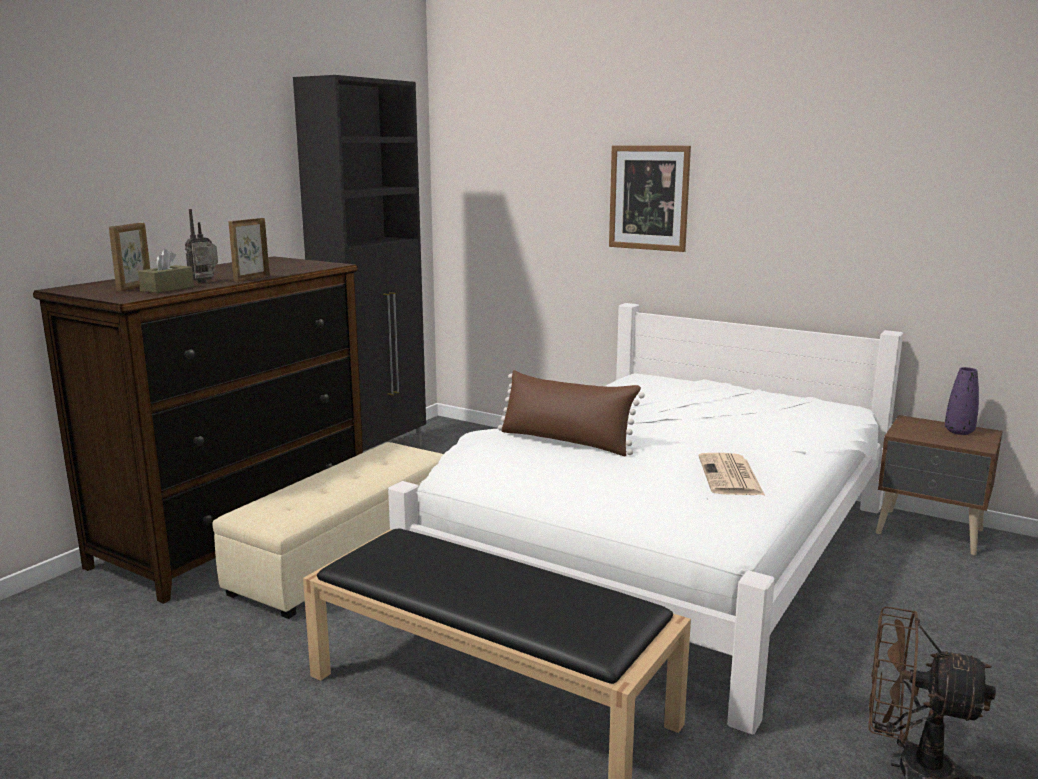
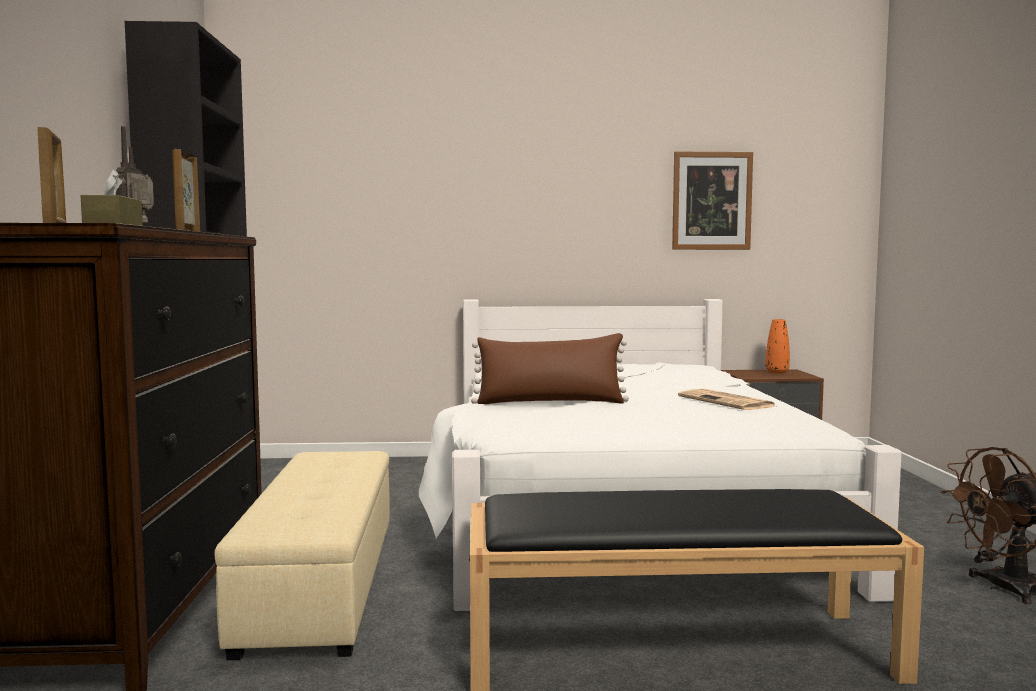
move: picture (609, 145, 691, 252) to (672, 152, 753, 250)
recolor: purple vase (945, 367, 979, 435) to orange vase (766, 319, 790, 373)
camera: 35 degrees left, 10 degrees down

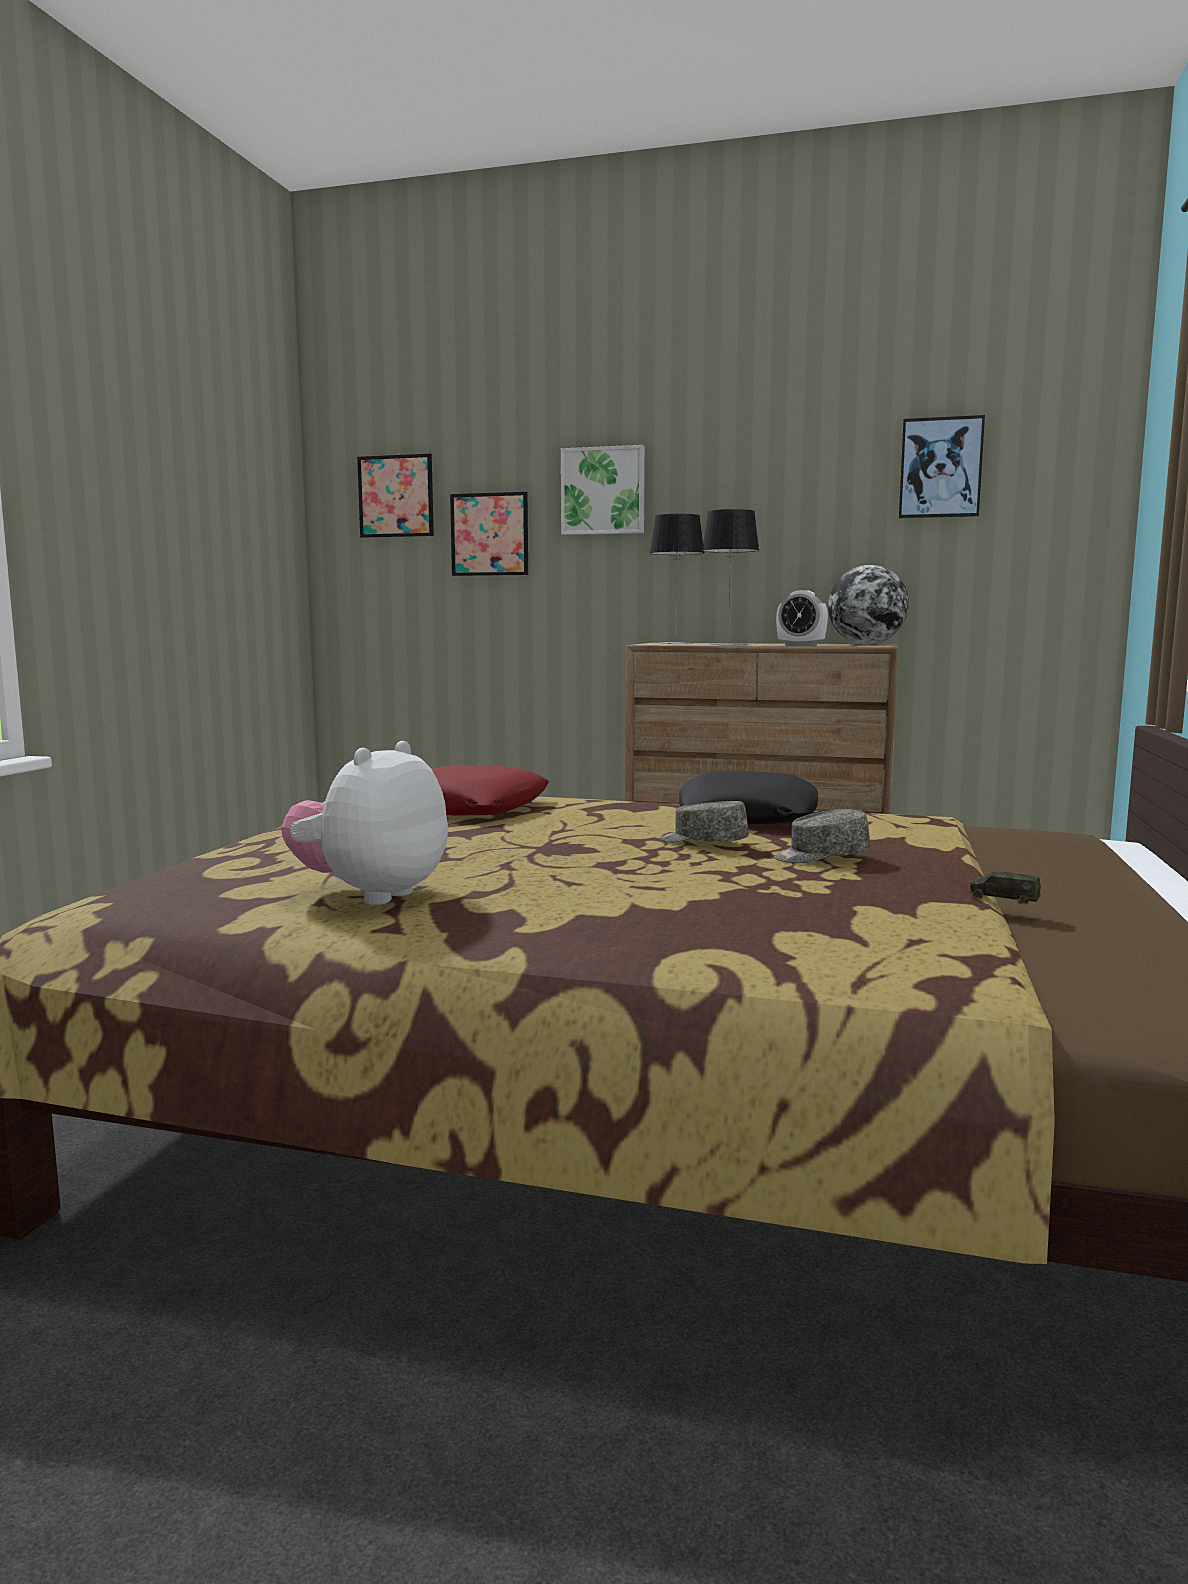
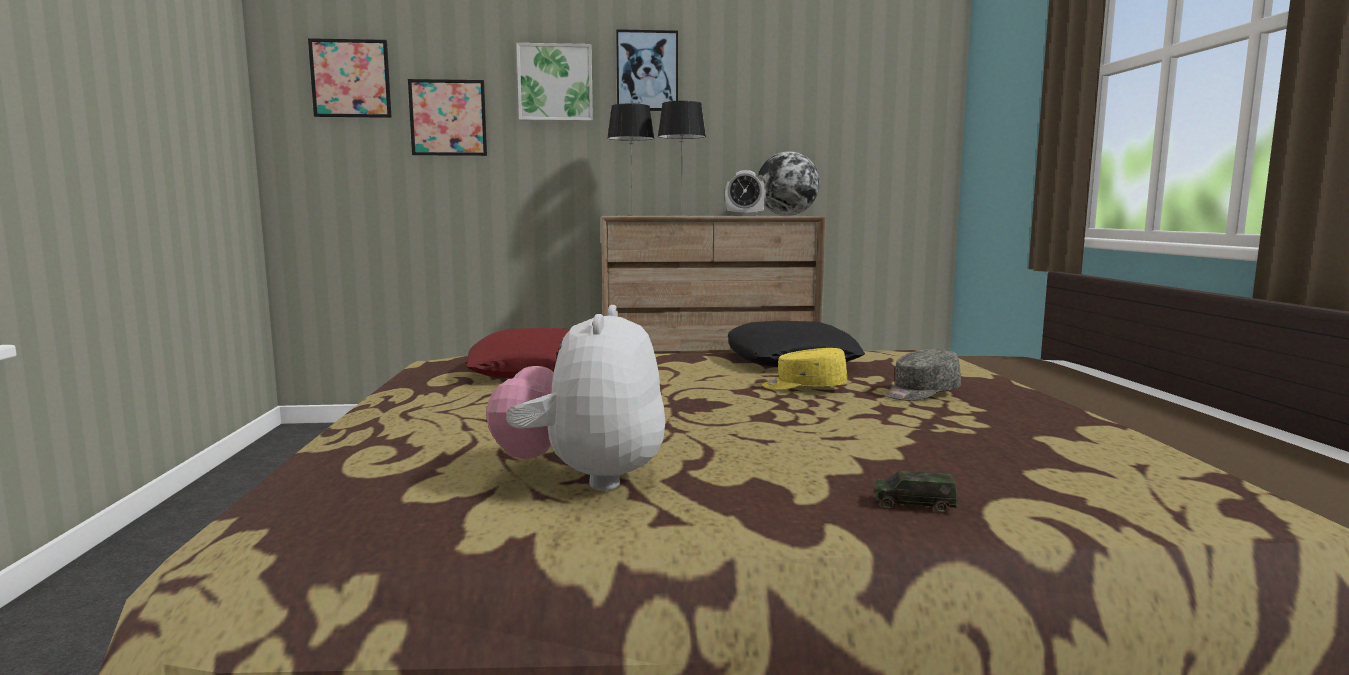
move: picture (899, 415, 985, 518) to (616, 29, 678, 111); toy car (970, 871, 1041, 905) to (875, 471, 958, 512)
recolor: grey cap (660, 801, 749, 843) to yellow cap (762, 348, 847, 390)
camera: 20 degrees left, 0 degrees up

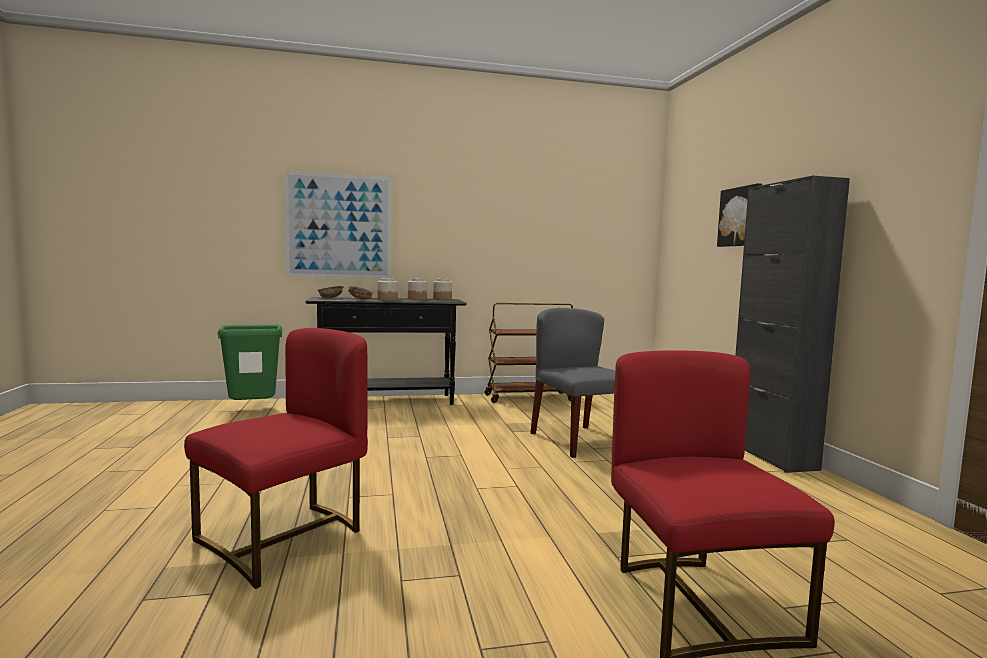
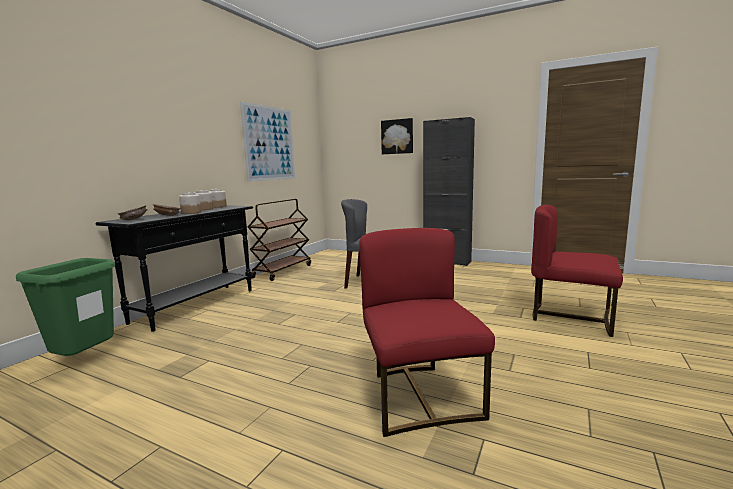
move: picture (284, 171, 391, 279) to (240, 101, 295, 182)
camera: 50 degrees left, 5 degrees up

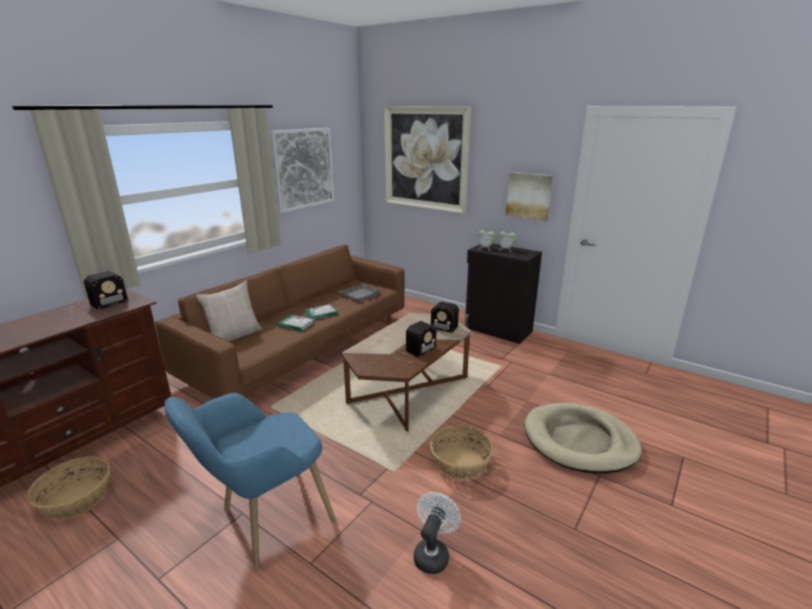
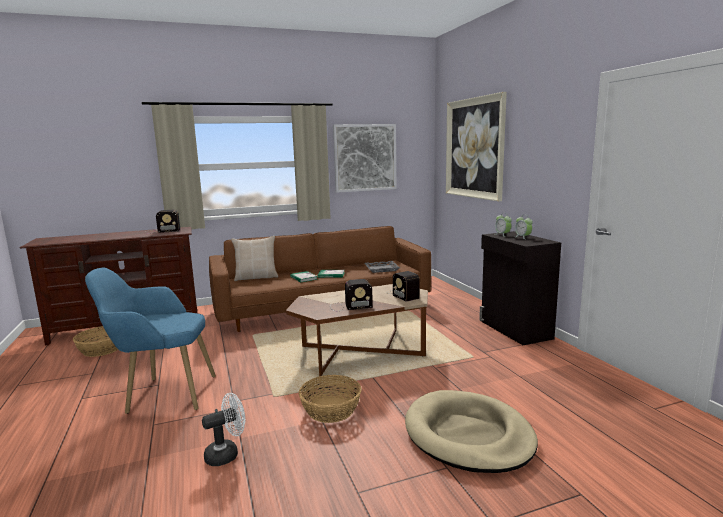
delete: picture (506, 172, 553, 221)
camera: 35 degrees right, 10 degrees down

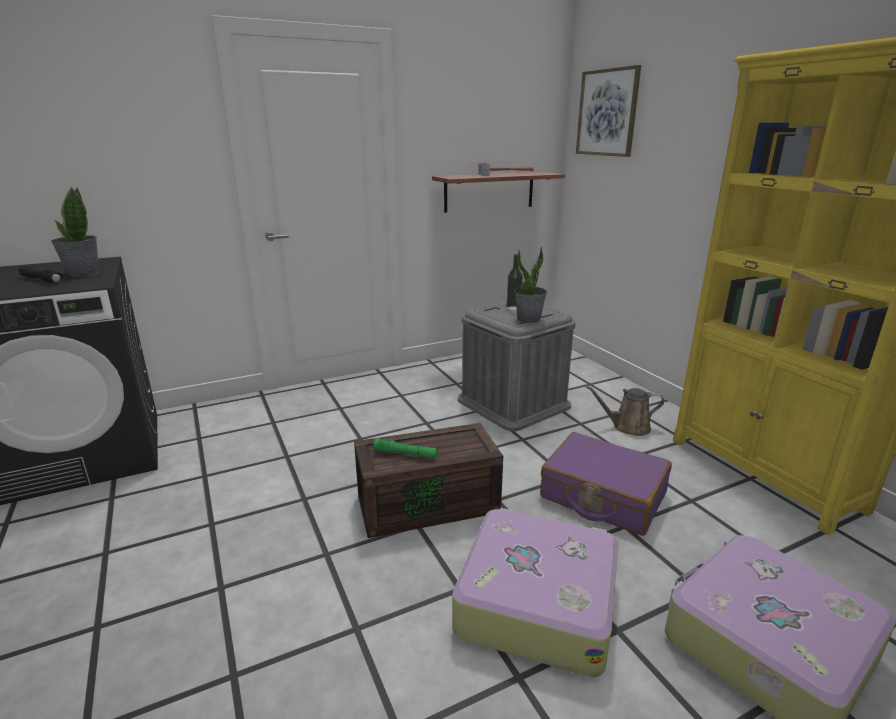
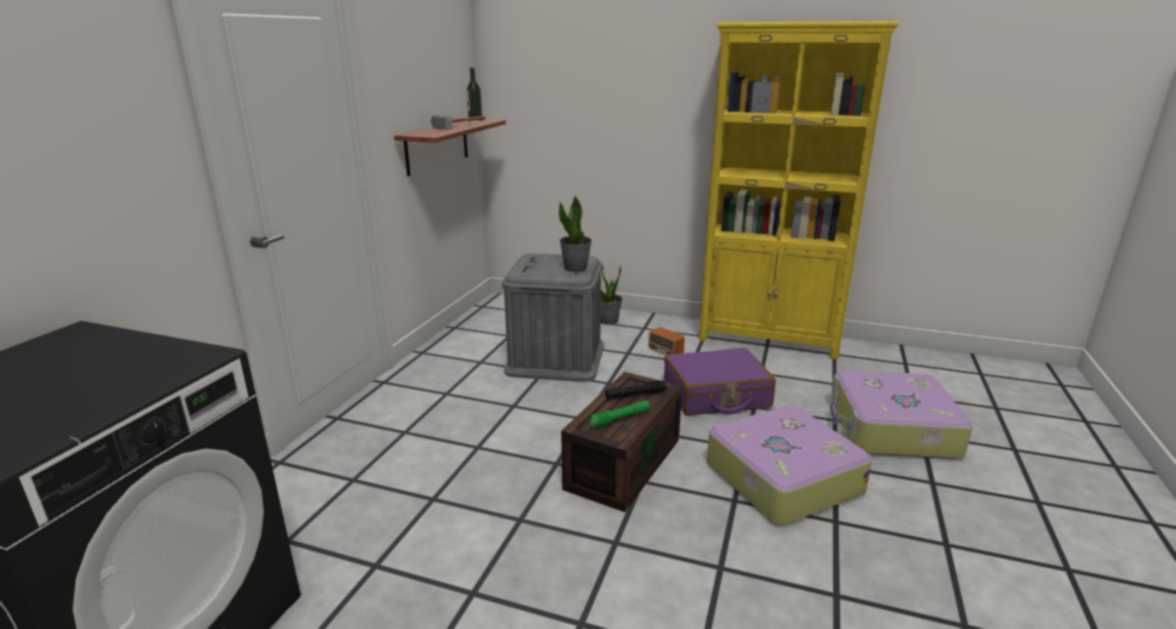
delete: picture (576, 65, 641, 157)
move: black flashlight (19, 266, 63, 284) to (605, 380, 666, 399); potted plant (51, 187, 99, 277) to (601, 265, 622, 325); bottle (506, 254, 523, 311) to (466, 68, 482, 122)
replace: brown watering can (585, 385, 664, 436) to radio (637, 327, 685, 355)
camera: 45 degrees left, 0 degrees up

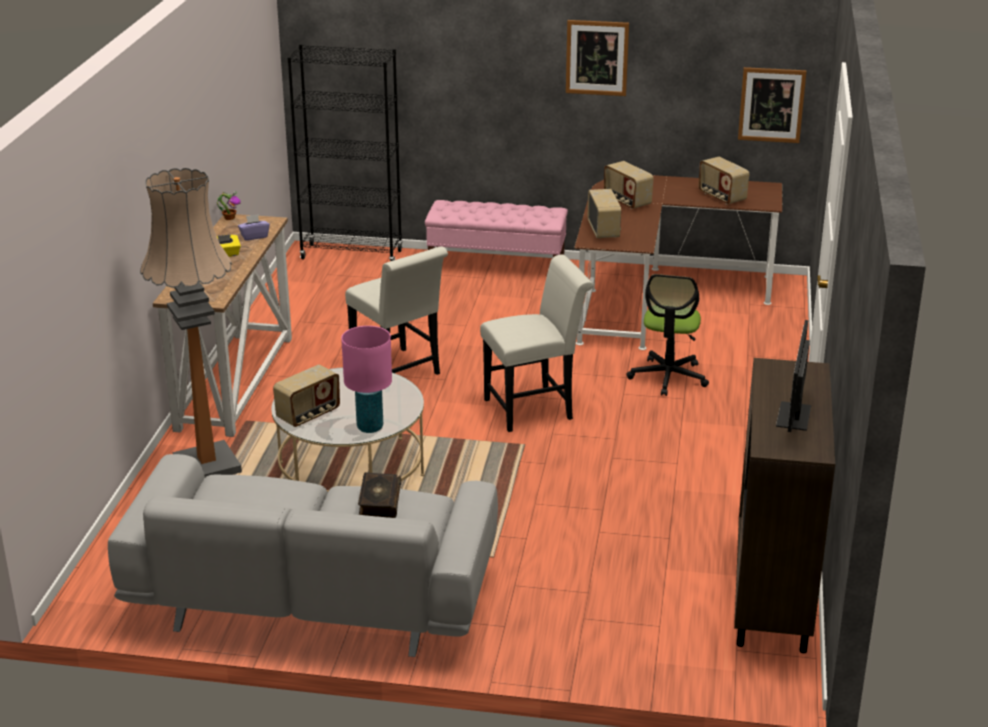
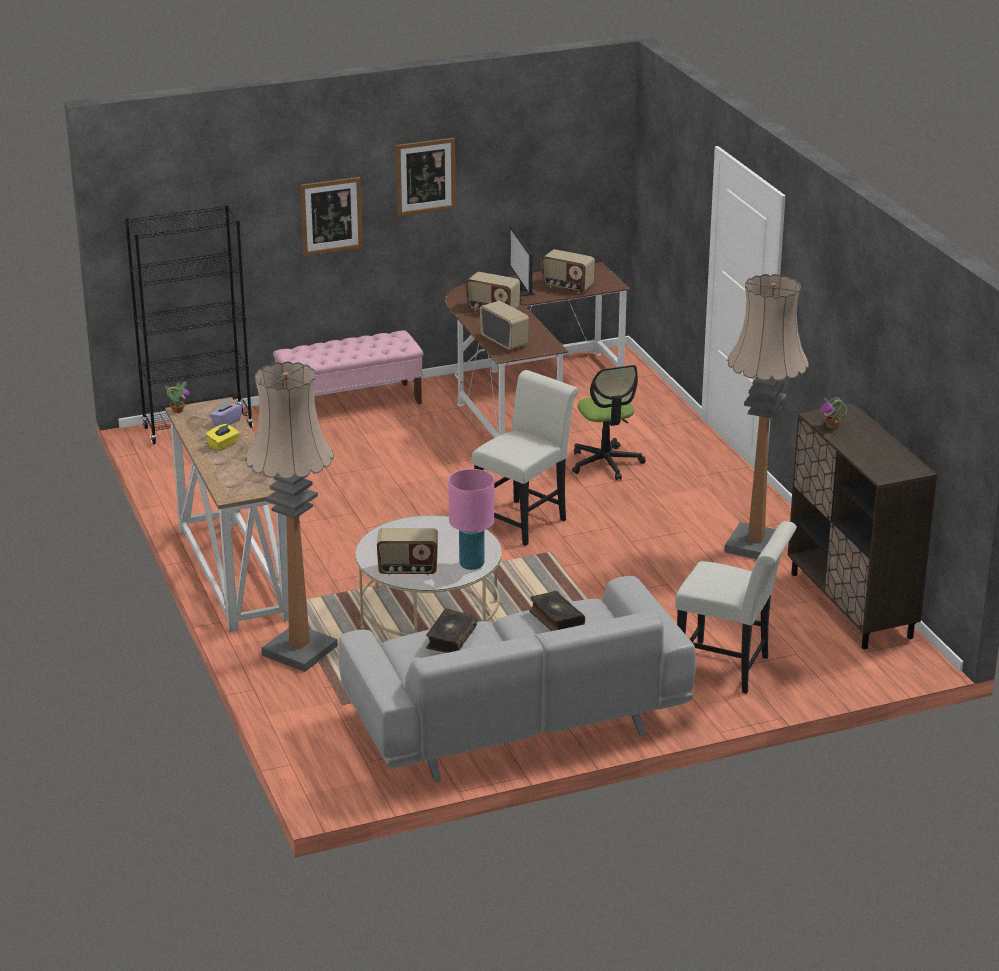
insert: book (426, 609, 477, 653); floor lamp (724, 274, 809, 559); potted plant (820, 397, 847, 429)
move: white chair (345, 246, 448, 375) to (675, 521, 797, 694); picture (738, 67, 807, 143) to (300, 177, 363, 256); monitor (776, 320, 811, 432) to (510, 226, 535, 296)
rotate: radio (273, 365, 340, 427) = (377, 528, 438, 575) 75 degrees clockwise
camera: 30 degrees left, 0 degrees up

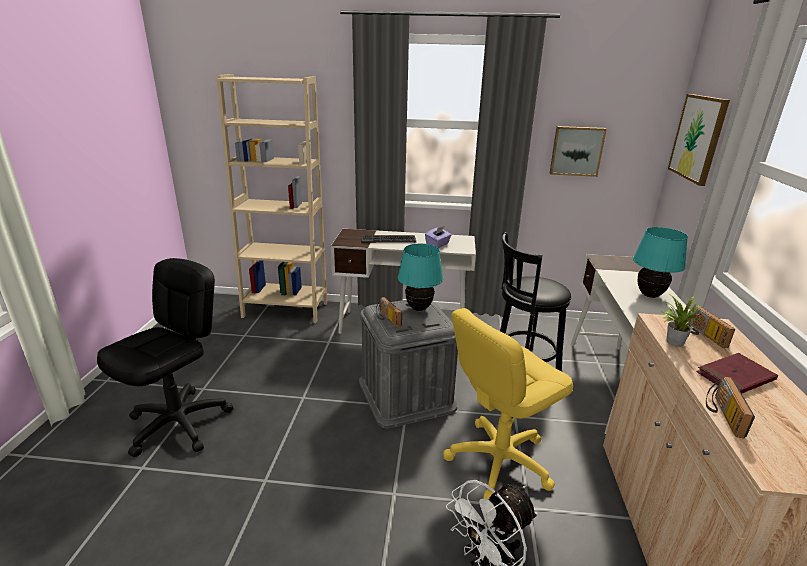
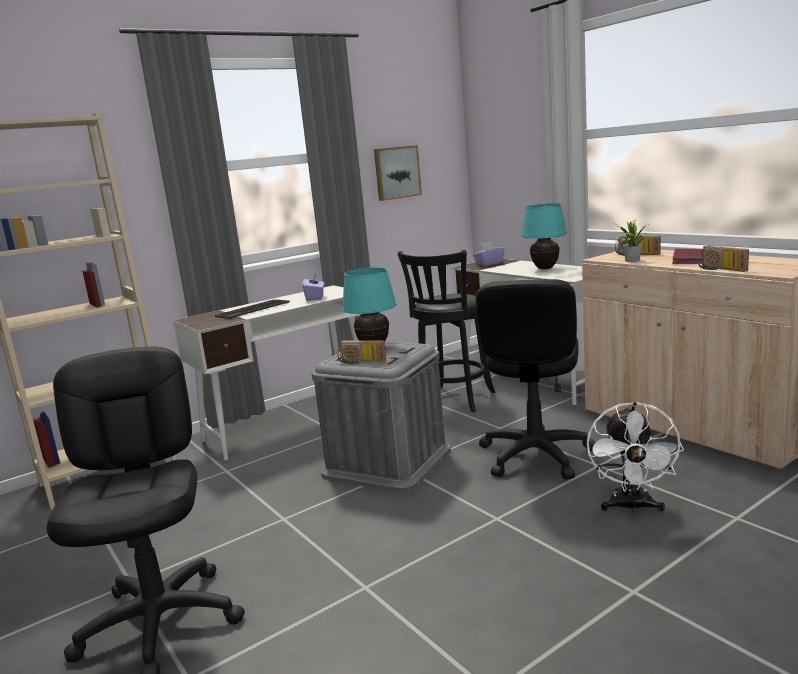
delete: picture (668, 94, 730, 186)
insert: purple tissue box (473, 241, 505, 266)
recolor: yellow office chair (443, 308, 573, 500) to black office chair (476, 279, 596, 480)
camera: 40 degrees left, 10 degrees down

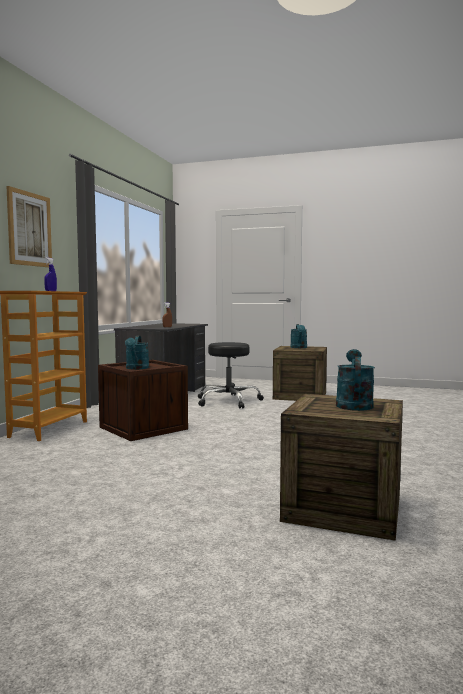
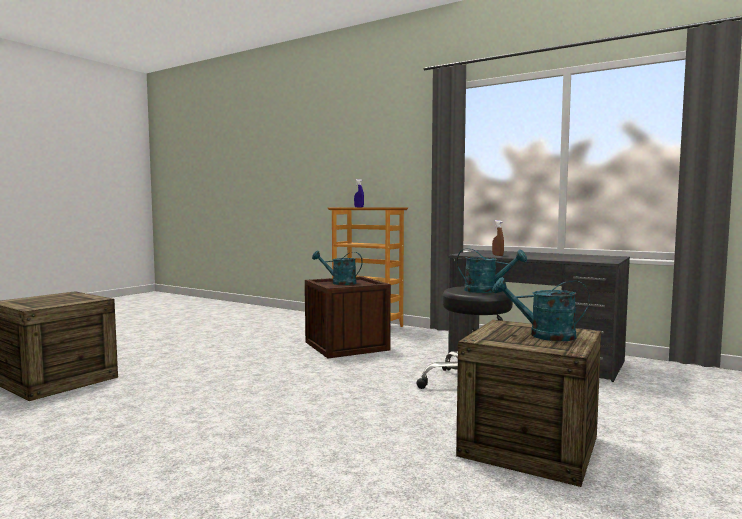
delete: picture (6, 186, 52, 267)
move: turquoise watering can (336, 349, 375, 411) to (457, 248, 527, 293)
camera: 105 degrees right, 0 degrees up

